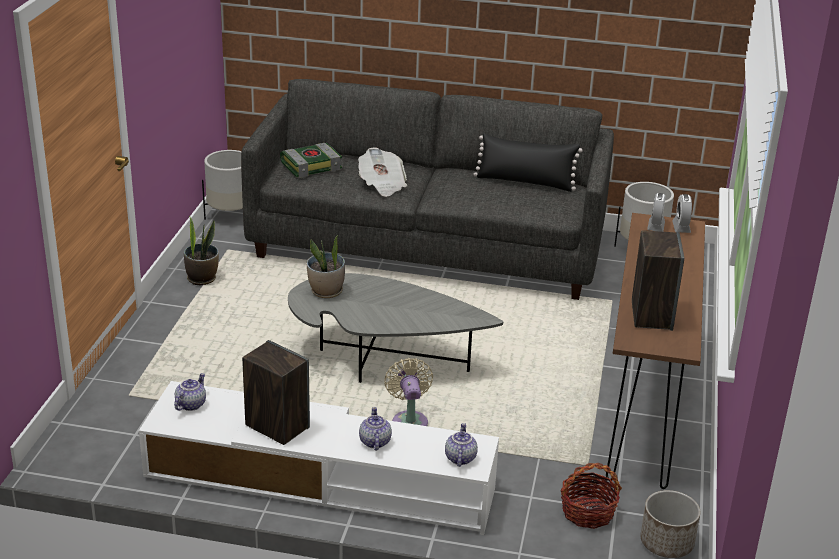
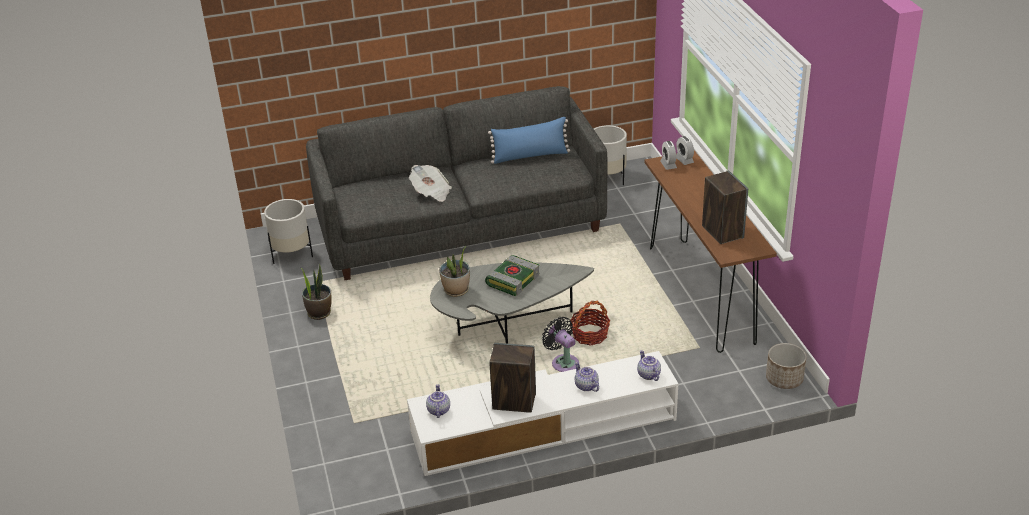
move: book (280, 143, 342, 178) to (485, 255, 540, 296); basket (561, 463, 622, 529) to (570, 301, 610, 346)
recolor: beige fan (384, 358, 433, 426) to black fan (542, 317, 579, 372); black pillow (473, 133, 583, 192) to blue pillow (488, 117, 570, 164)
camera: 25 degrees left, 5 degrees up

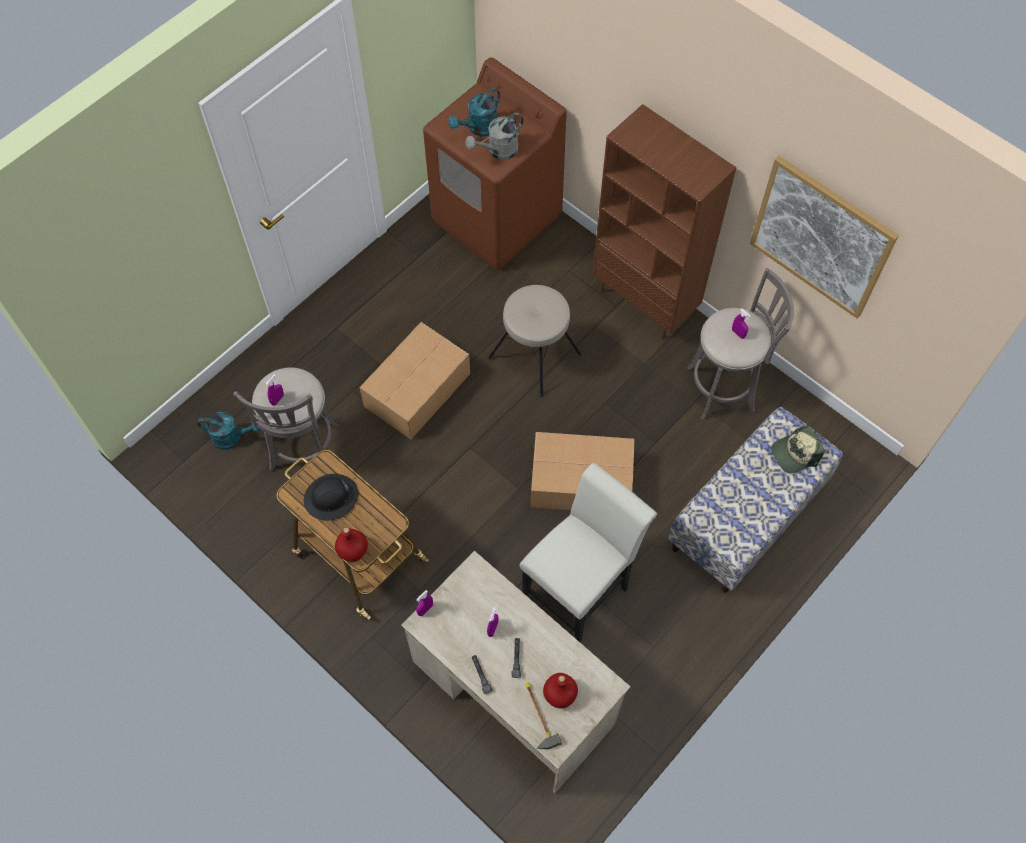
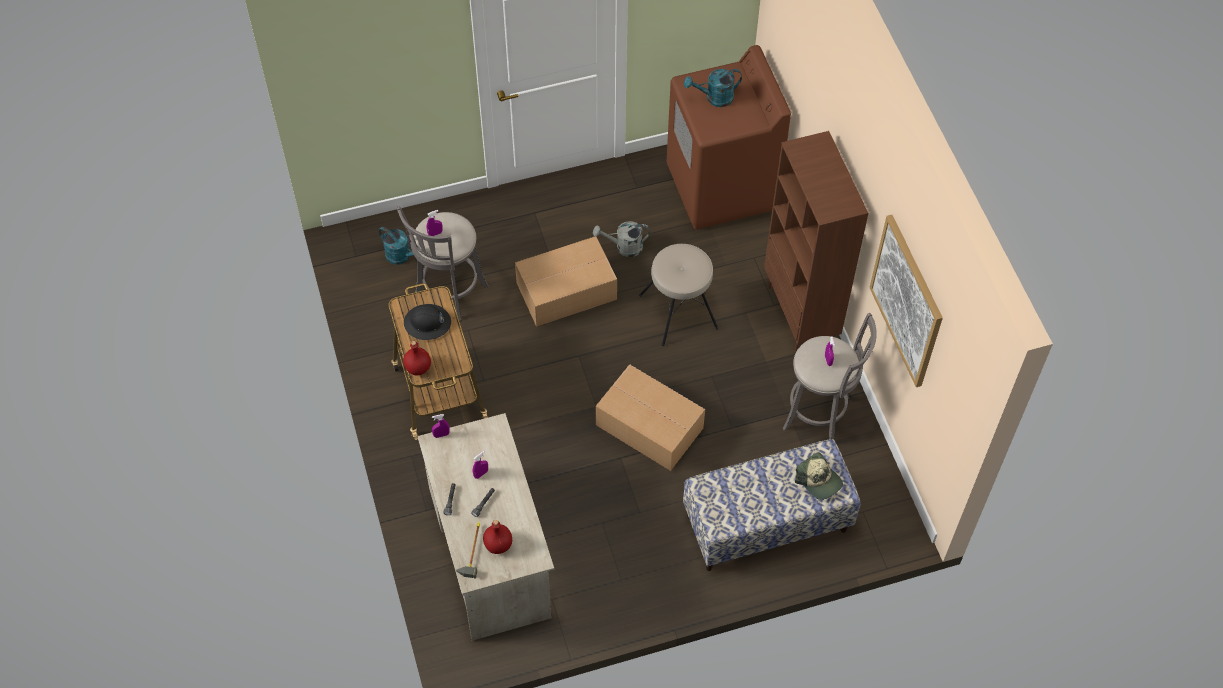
delete: white chair (520, 463, 657, 642)
move: grey watering can (465, 113, 523, 160) to (593, 221, 650, 257)
rotate: cap (771, 425, 825, 473) = (795, 452, 843, 500) 135 degrees counterclockwise
camera: 30 degrees right, 5 degrees down

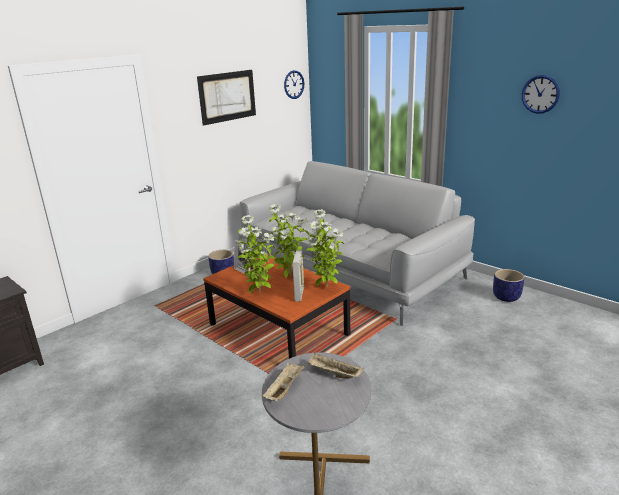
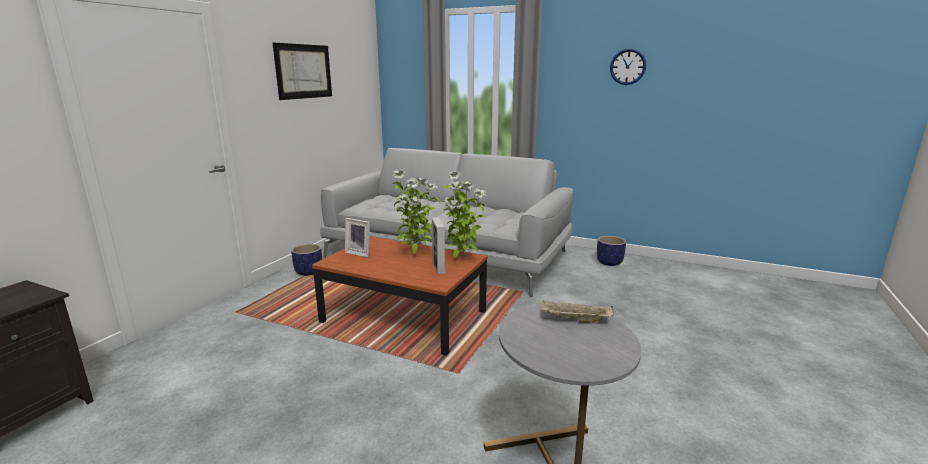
delete: potted plant (237, 215, 276, 293); beige tray (263, 363, 305, 401); wall clock (284, 70, 304, 99)
camera: 20 degrees left, 5 degrees down

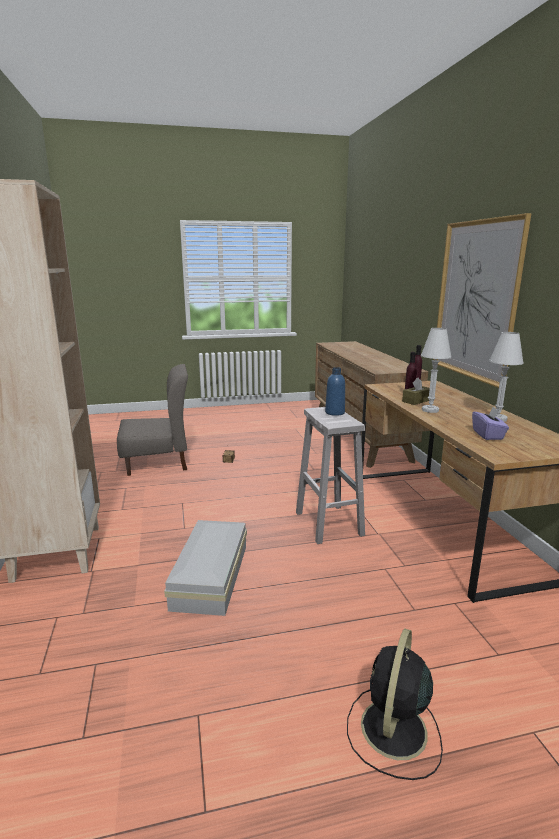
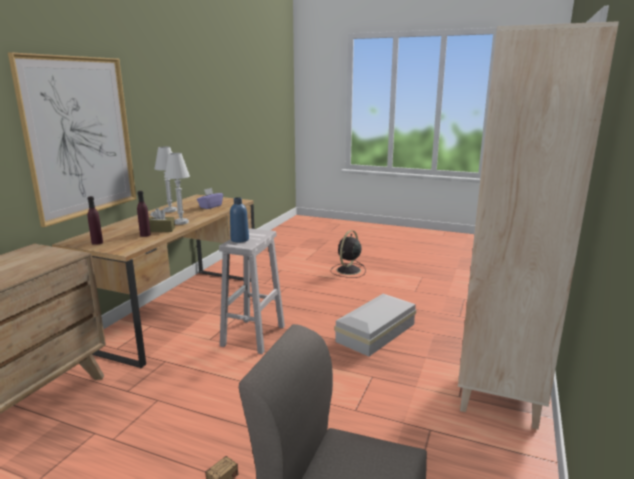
rotate: black fan (347, 628, 443, 780) = (331, 230, 366, 278) 150 degrees clockwise
camera: 145 degrees left, 0 degrees up

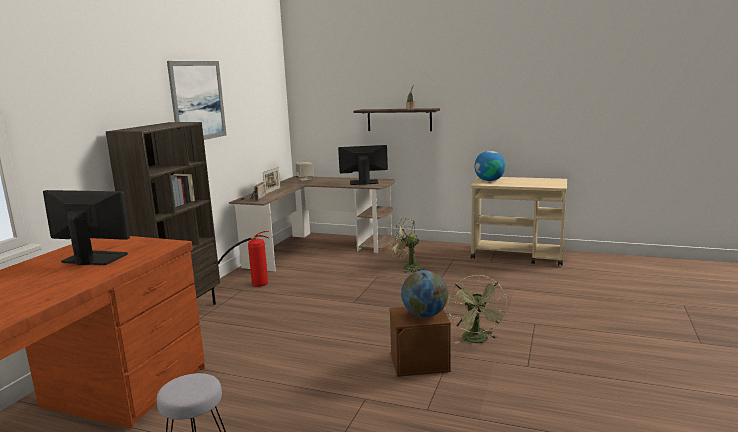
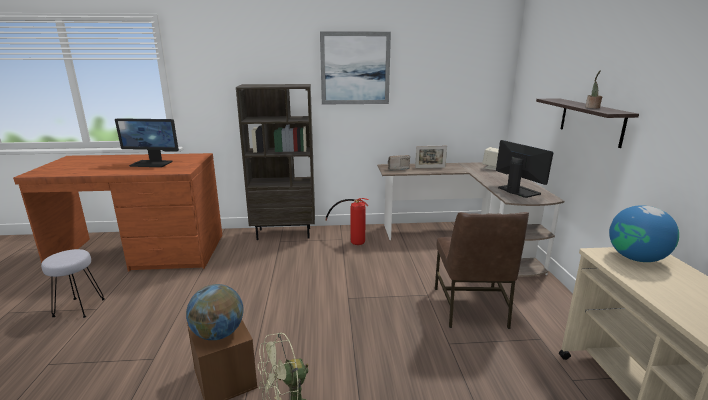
replace: green fan (390, 218, 423, 273) to brown chair (435, 212, 529, 329)
rotate: monitor (43, 190, 130, 265) = (115, 118, 179, 167) 105 degrees clockwise
camera: 65 degrees right, 5 degrees up

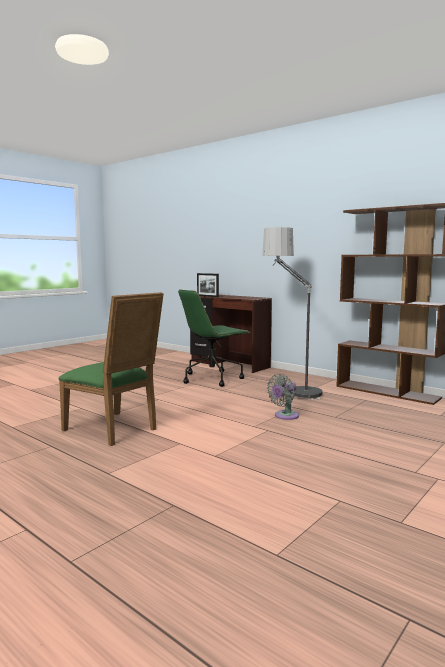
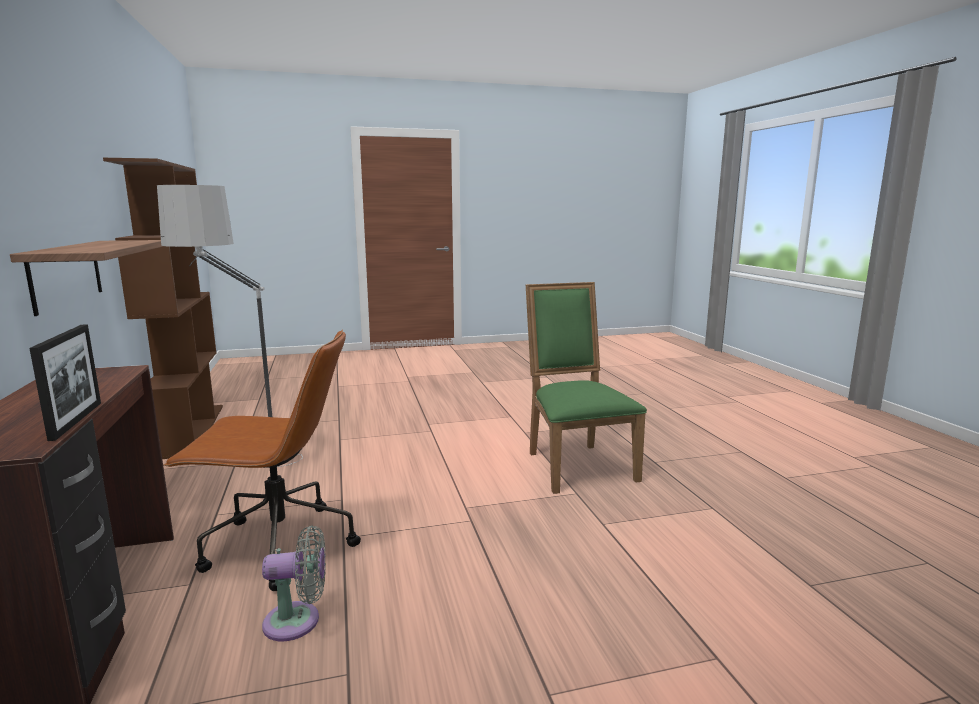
insert: shelf (10, 240, 164, 316)
move: grey fan (267, 374, 299, 420) to (262, 526, 326, 641)
recolor: green office chair (178, 289, 250, 387) to brown office chair (163, 329, 361, 591)
camera: 145 degrees left, 5 degrees up

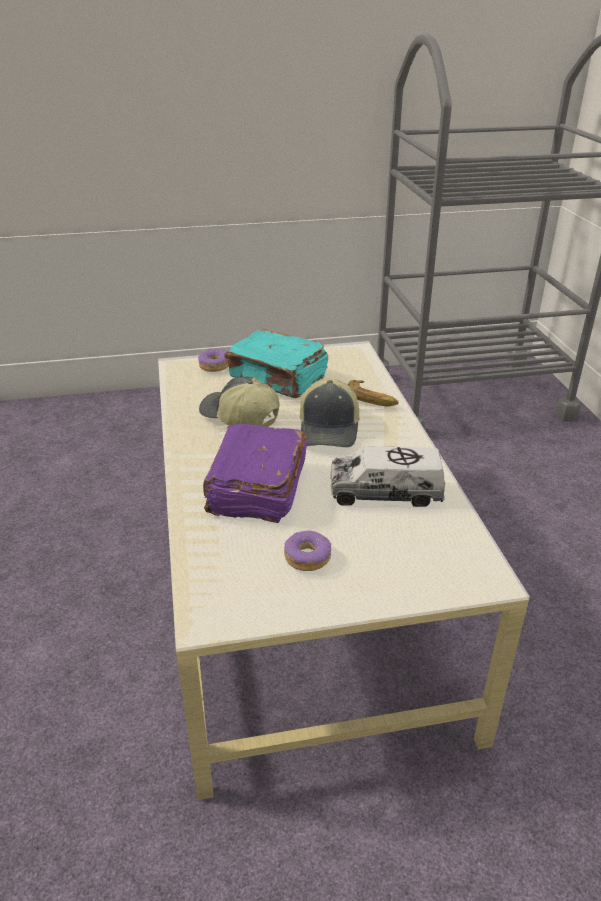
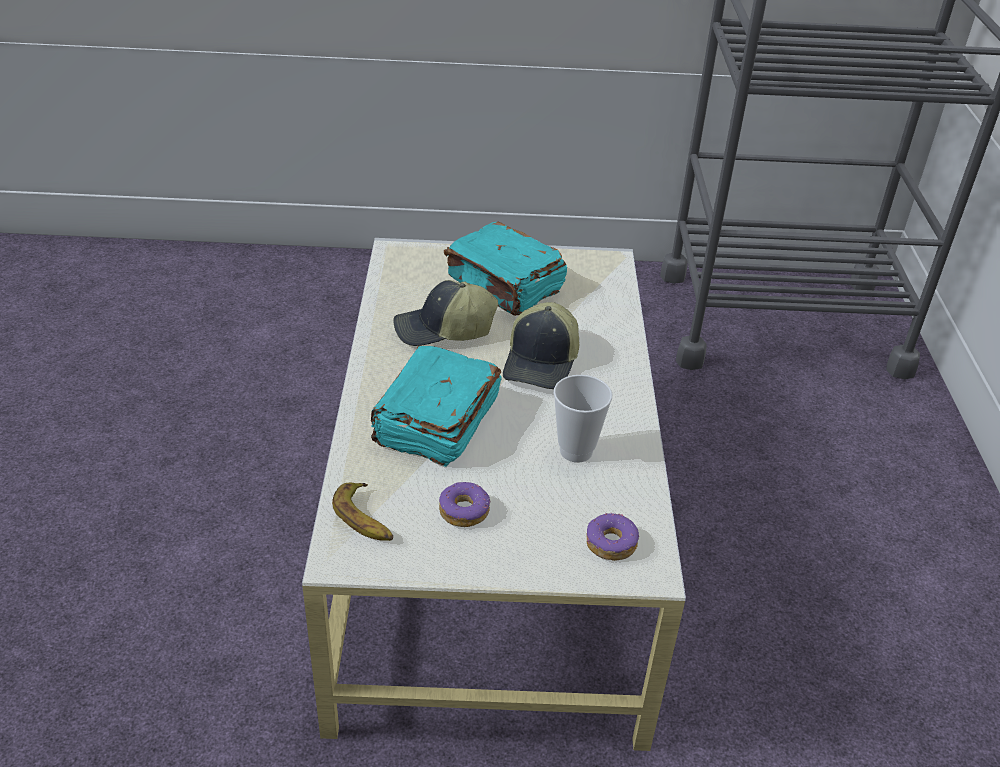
move: donut (198, 349, 229, 372) to (586, 513, 639, 561); banana (348, 380, 399, 406) to (332, 483, 393, 541)
replace: toy truck (330, 446, 445, 507) to cup (554, 375, 612, 463)
recolor: purple book (203, 424, 307, 523) to turquoise book (371, 346, 502, 467)
rotate: cap (199, 377, 280, 427) = (393, 280, 498, 346) 60 degrees counterclockwise
camera: 10 degrees right, 5 degrees up

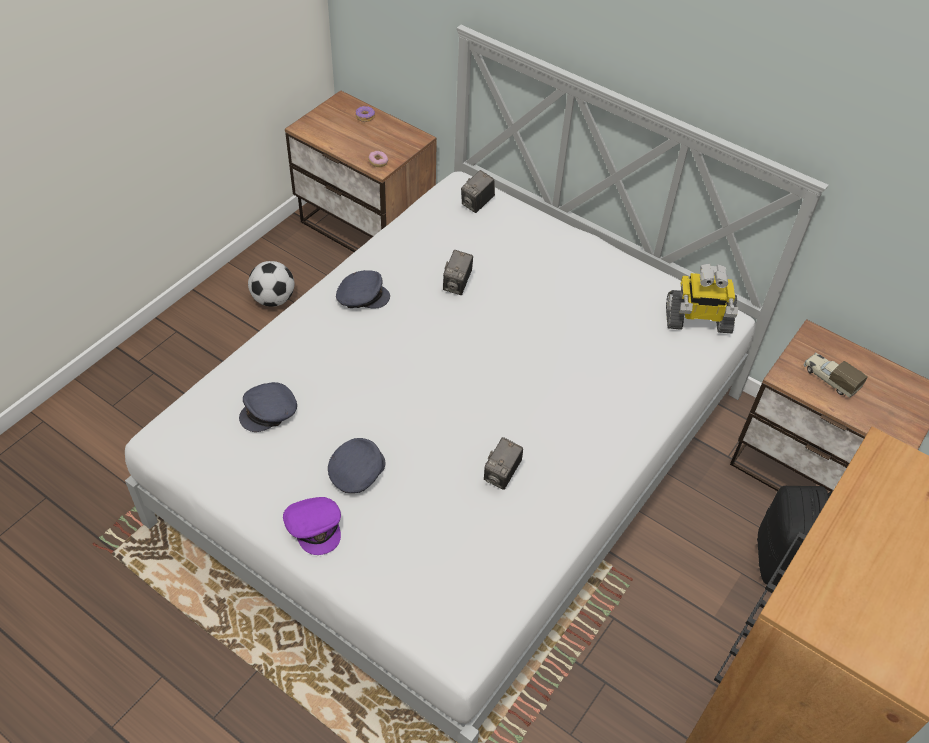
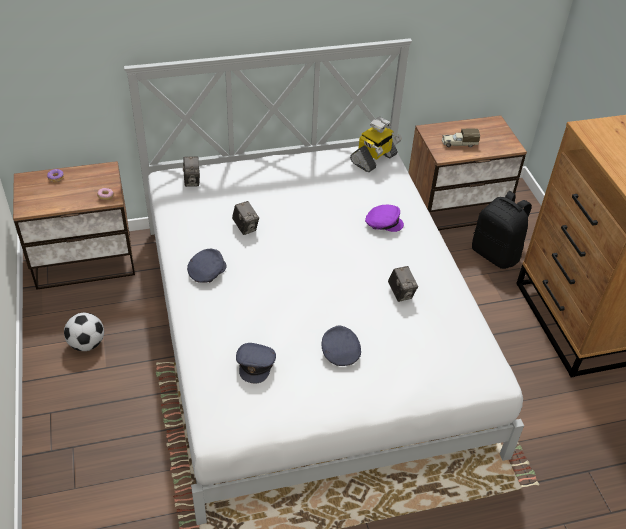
move: purple cap (283, 497, 341, 555) to (365, 205, 404, 232)
camera: 50 degrees left, 5 degrees down

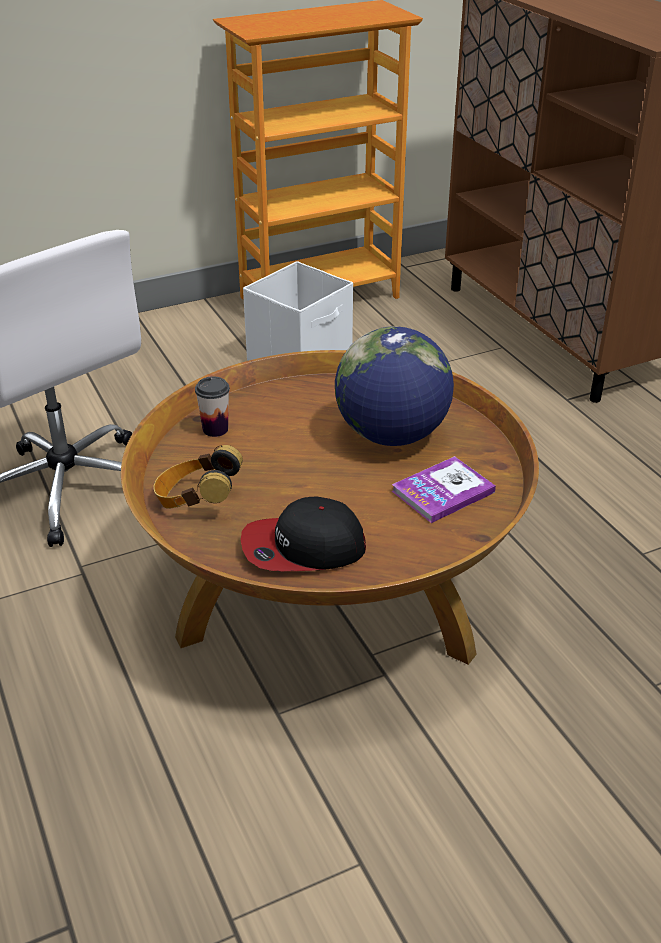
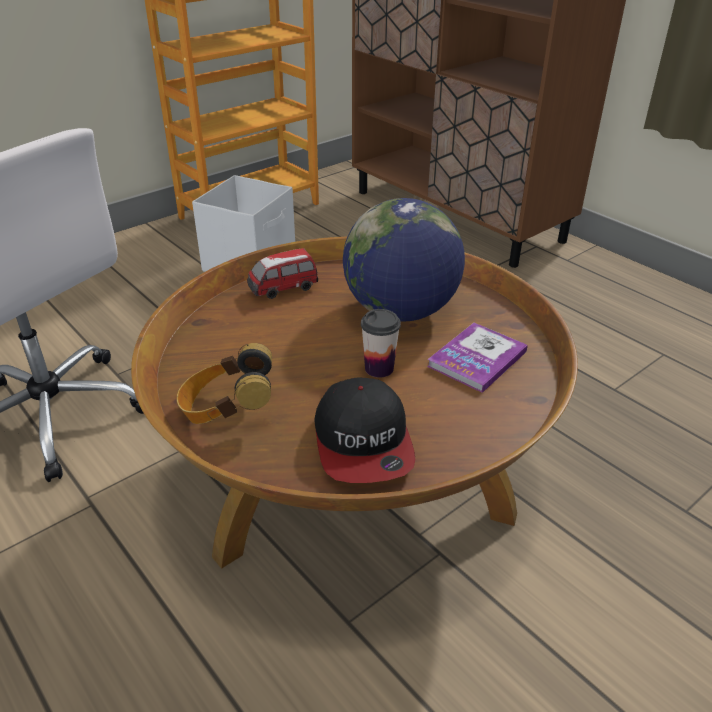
insert: toy car (247, 248, 318, 299)
move: cup (195, 376, 230, 437) to (361, 309, 401, 378)
rotate: cap (241, 497, 366, 571) = (314, 378, 415, 483) 75 degrees counterclockwise
camera: 15 degrees left, 0 degrees up

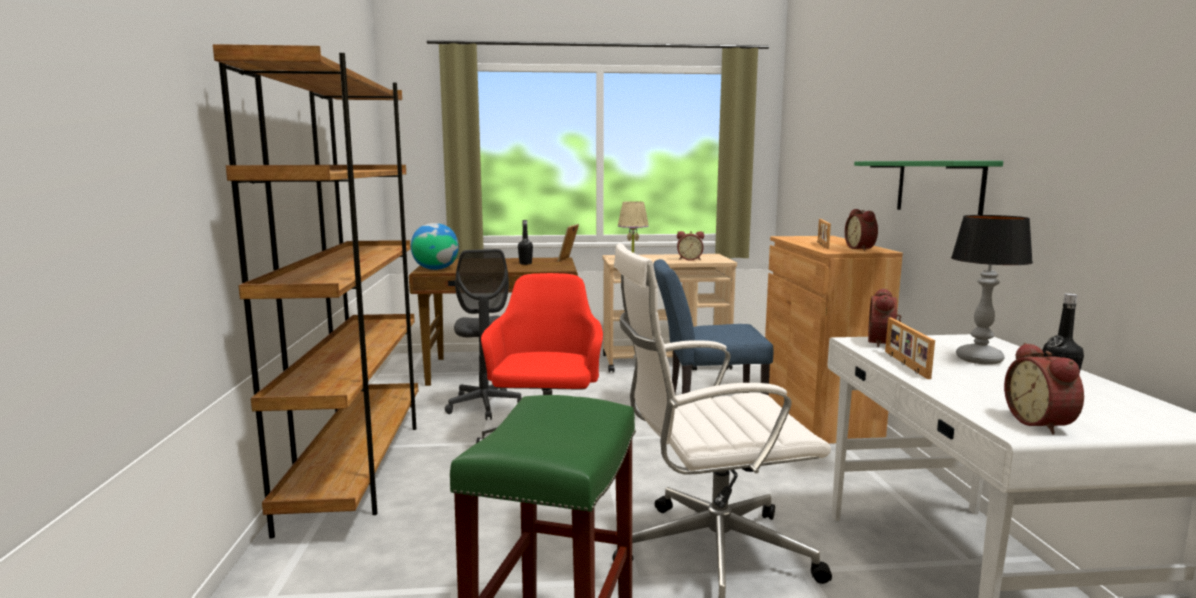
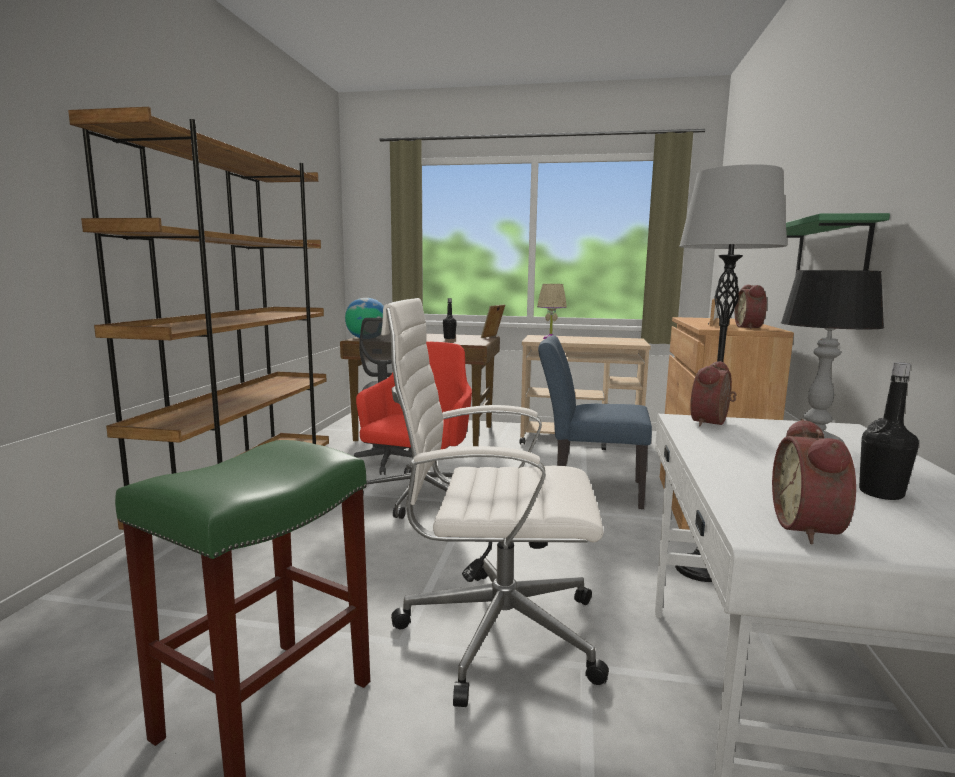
delete: alarm clock (677, 231, 704, 260); picture frame (885, 318, 935, 379)
insert: grey floor lamp (675, 164, 788, 582)
camera: 15 degrees right, 0 degrees up

